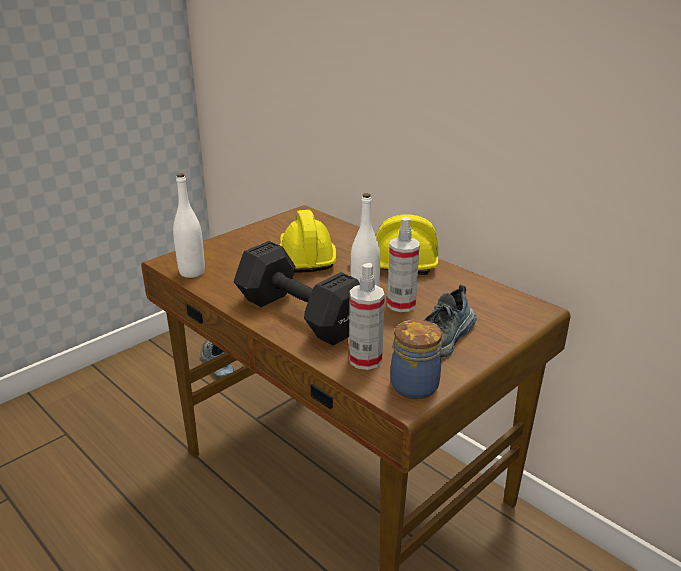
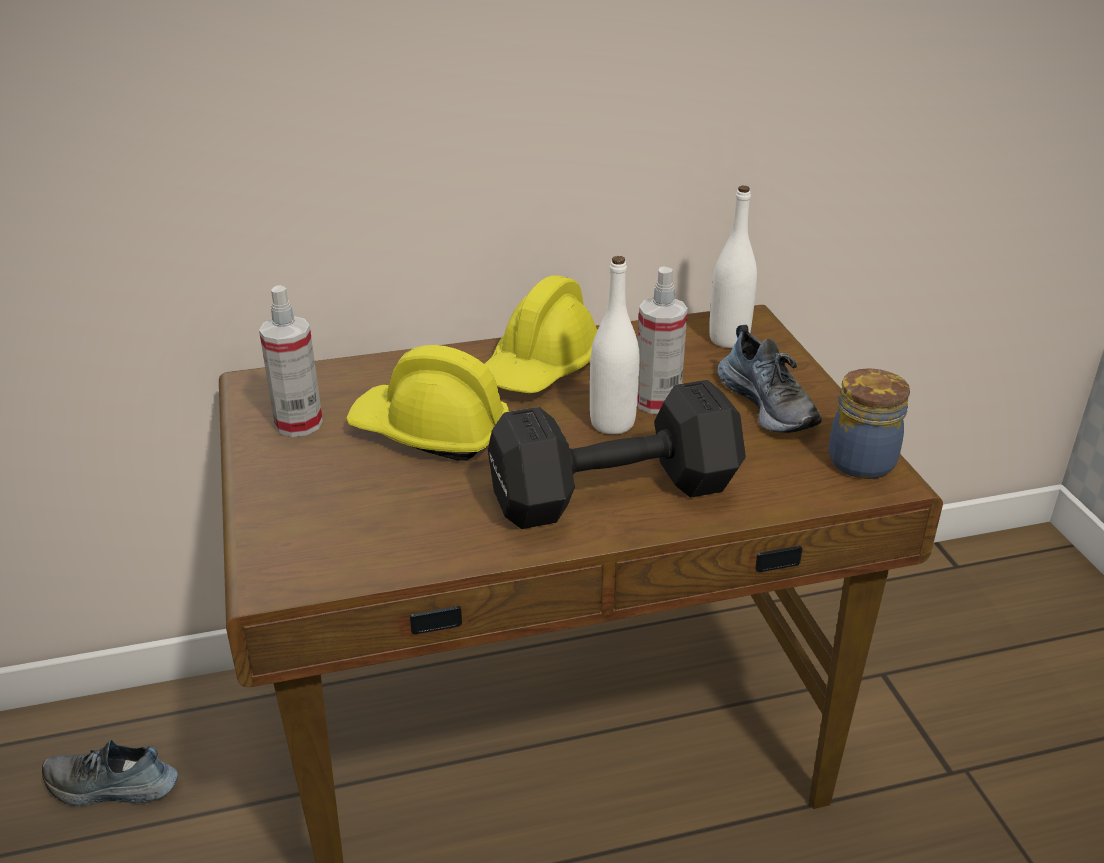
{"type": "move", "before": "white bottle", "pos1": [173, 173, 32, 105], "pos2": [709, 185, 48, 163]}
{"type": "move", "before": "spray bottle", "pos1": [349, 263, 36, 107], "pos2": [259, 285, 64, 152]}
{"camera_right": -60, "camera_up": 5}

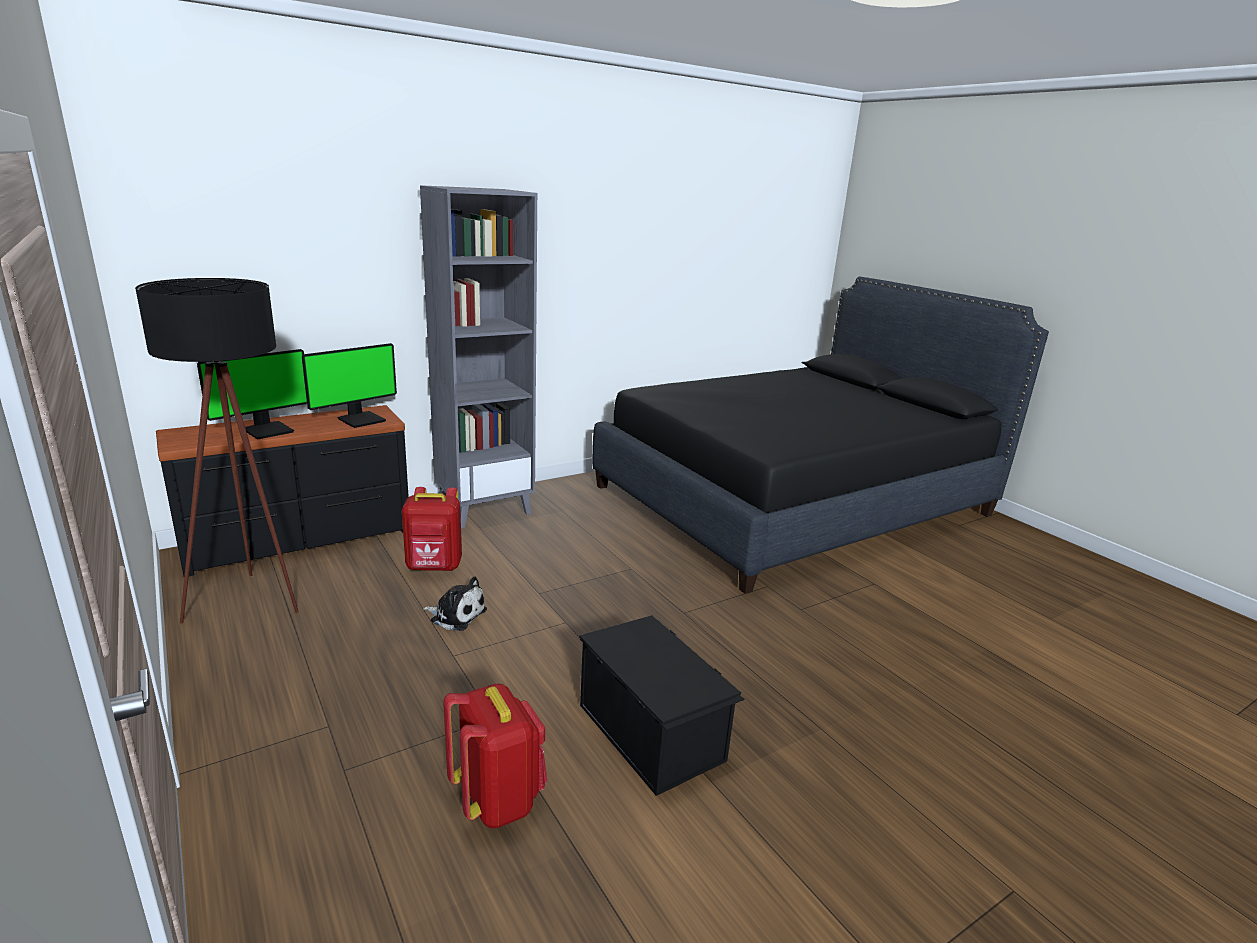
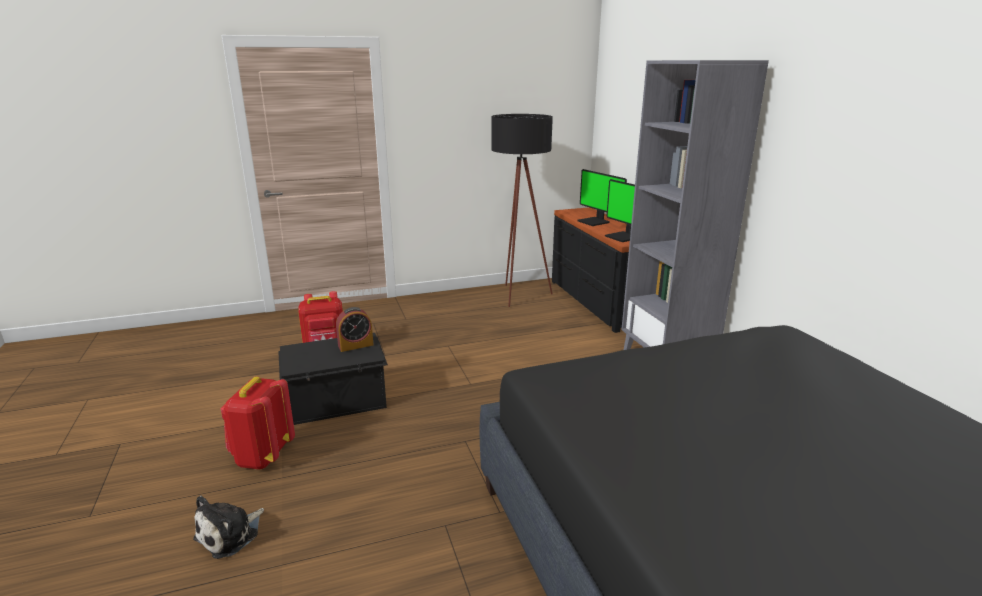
{"type": "insert", "after": "alarm clock", "pos2": [336, 307, 38, 45]}
{"type": "move", "before": "red backpack", "pos1": [402, 487, 60, 84], "pos2": [220, 377, 75, 93]}
{"type": "move", "before": "plush toy", "pos1": [423, 576, 64, 55], "pos2": [193, 496, 71, 63]}
{"camera_right": 105, "camera_up": 0}

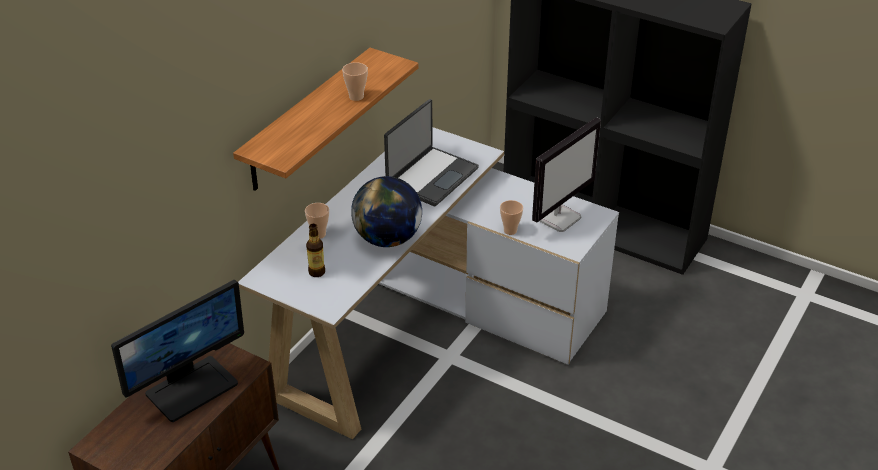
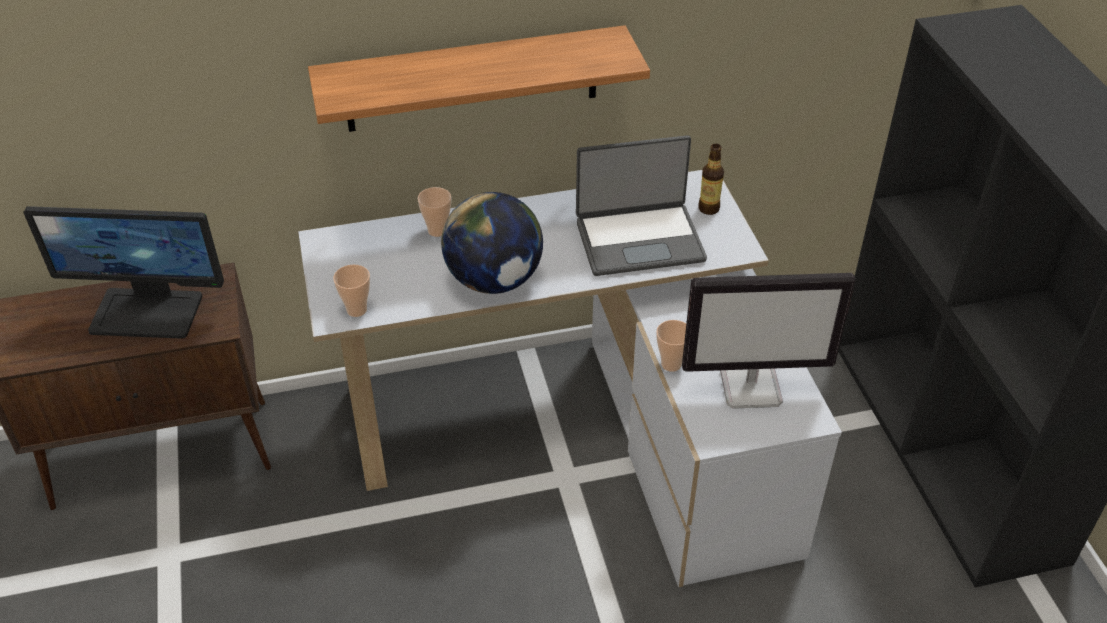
{"type": "move", "before": "bottle", "pos1": [306, 224, 19, 53], "pos2": [698, 144, 26, 71]}
{"type": "move", "before": "cup", "pos1": [342, 62, 26, 39], "pos2": [333, 264, 37, 53]}
{"camera_right": 45, "camera_up": 5}

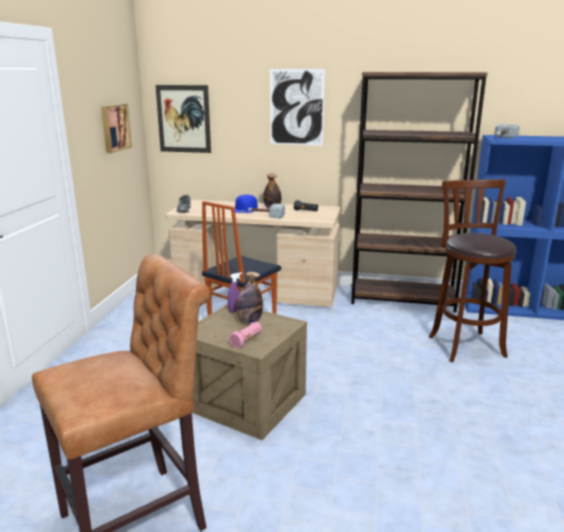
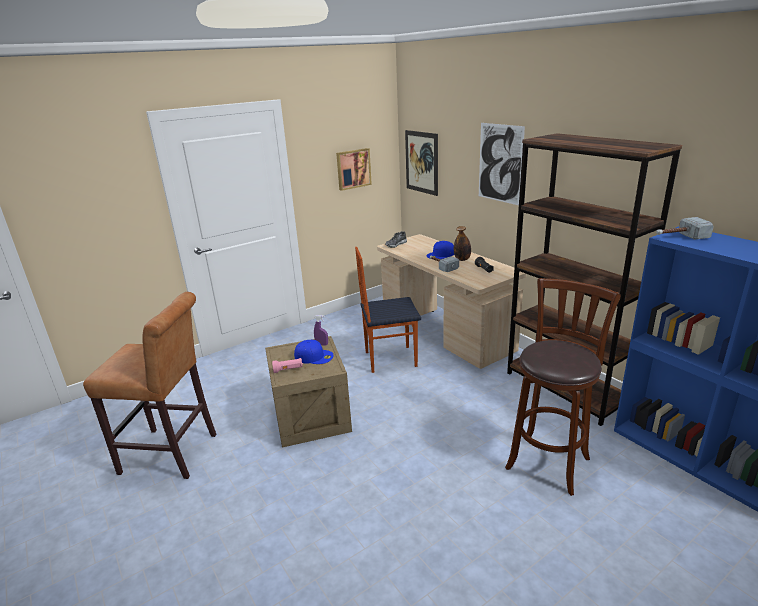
{"type": "replace", "before": "bottle", "after": "blue cap", "pos1": [237, 272, 26, 52], "pos2": [294, 339, 40, 25]}
{"camera_right": 45, "camera_up": 5}

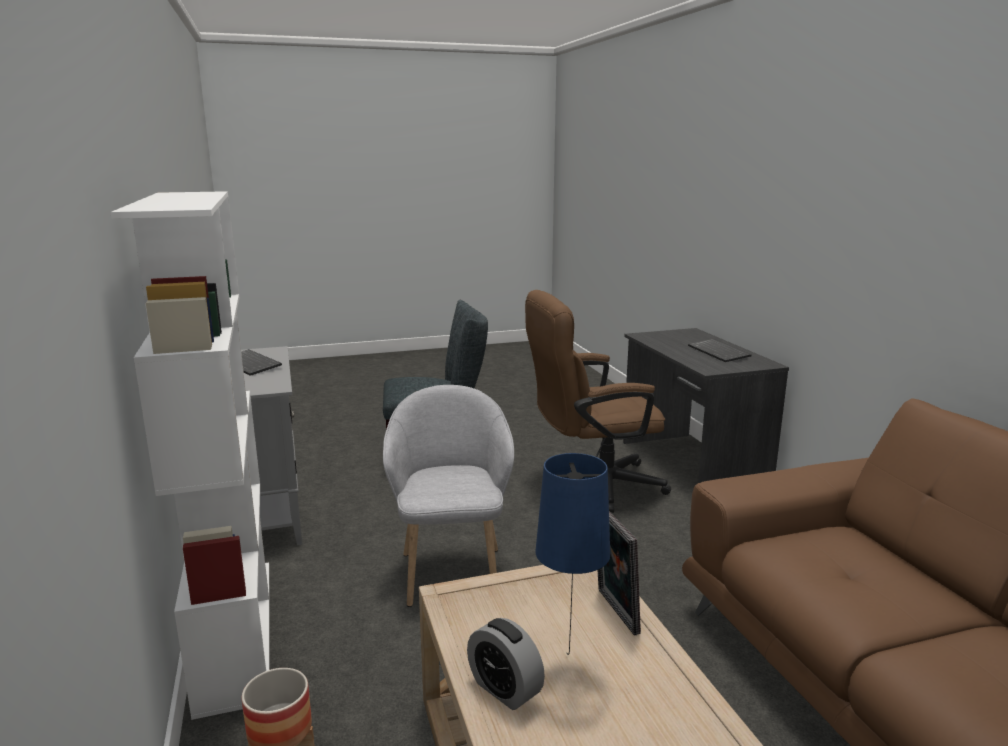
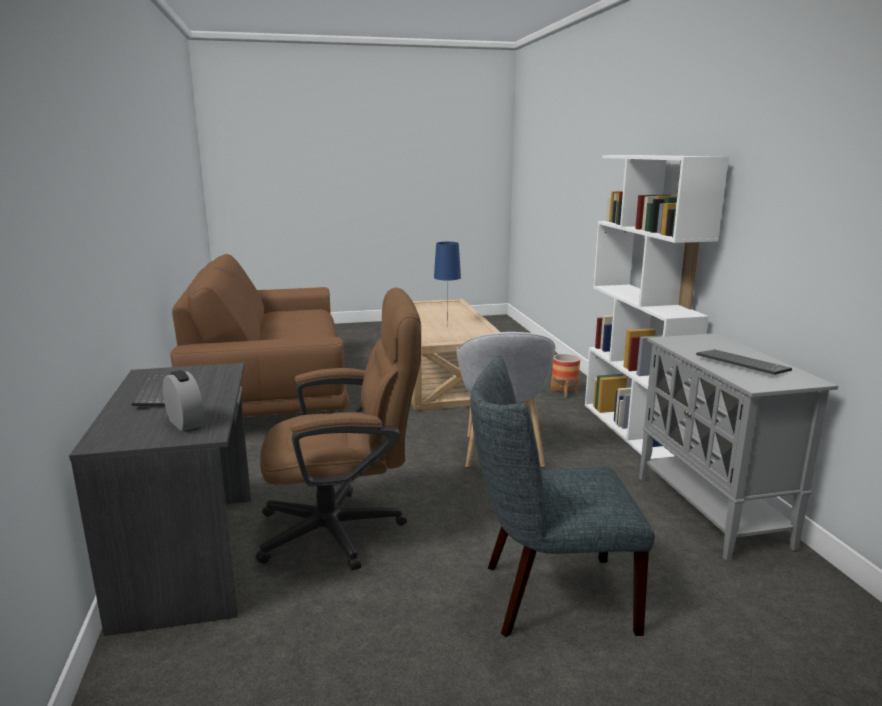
{"type": "delete", "before": "picture frame", "pos1": [597, 511, 44, 124]}
{"type": "move", "before": "alarm clock", "pos1": [467, 618, 78, 92], "pos2": [163, 370, 41, 61]}
{"camera_right": -175, "camera_up": 0}

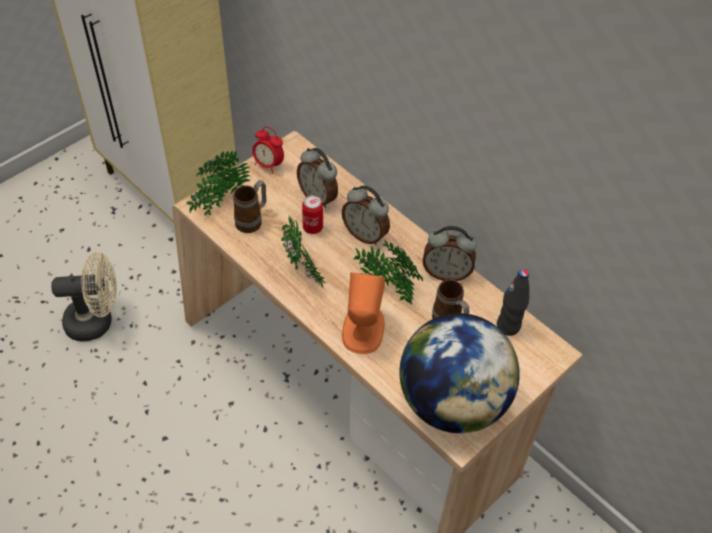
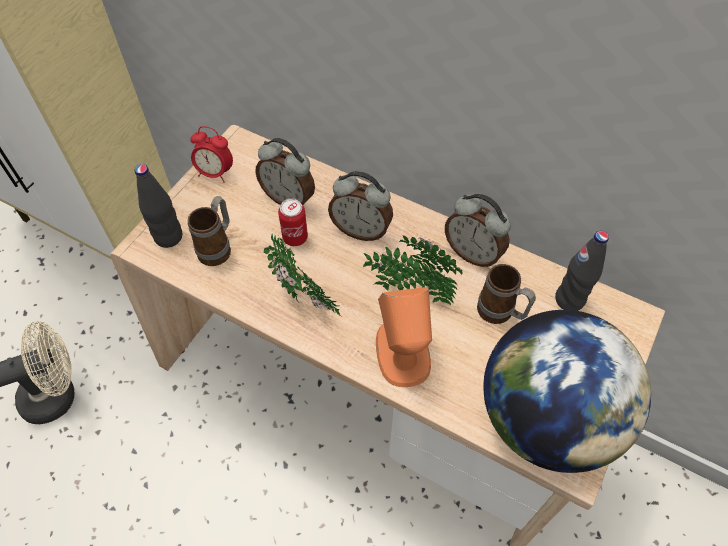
{"type": "replace", "before": "potted plant", "after": "black bottle", "pos1": [187, 151, 63, 64], "pos2": [135, 164, 47, 84]}
{"type": "rotate", "before": "alarm clock", "pos1": [423, 226, 53, 55], "pos2": [445, 194, 66, 73], "turn": 45}
{"camera_right": -15, "camera_up": 5}

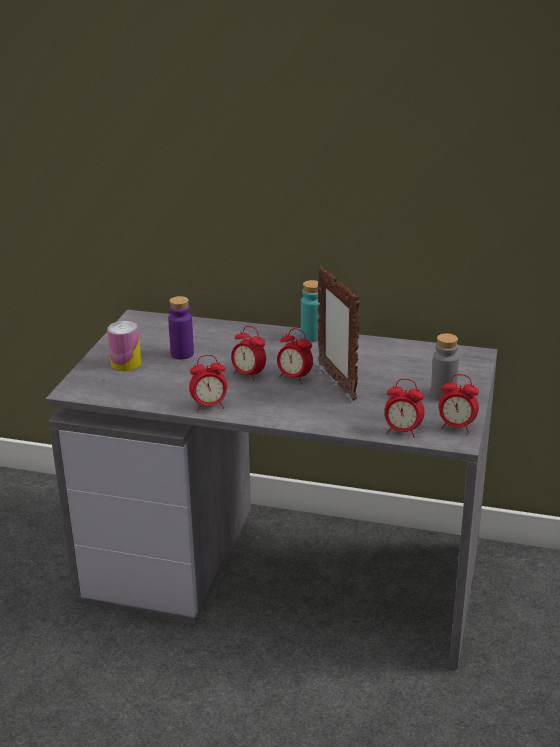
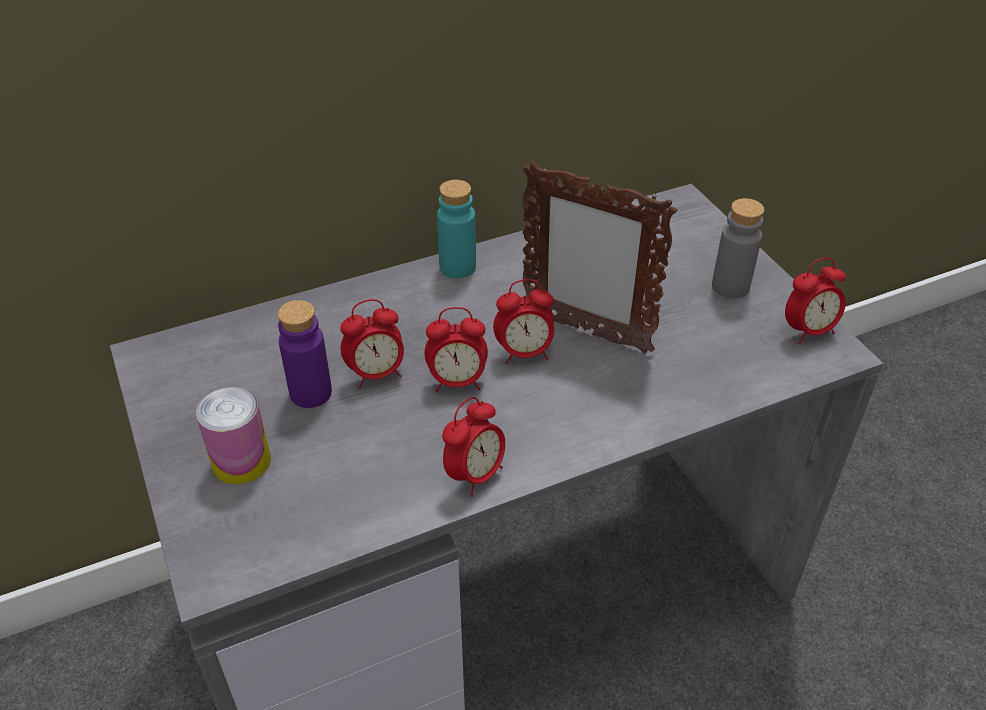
{"type": "move", "before": "alarm clock", "pos1": [385, 379, 40, 59], "pos2": [340, 299, 64, 90]}
{"camera_right": -40, "camera_up": 15}

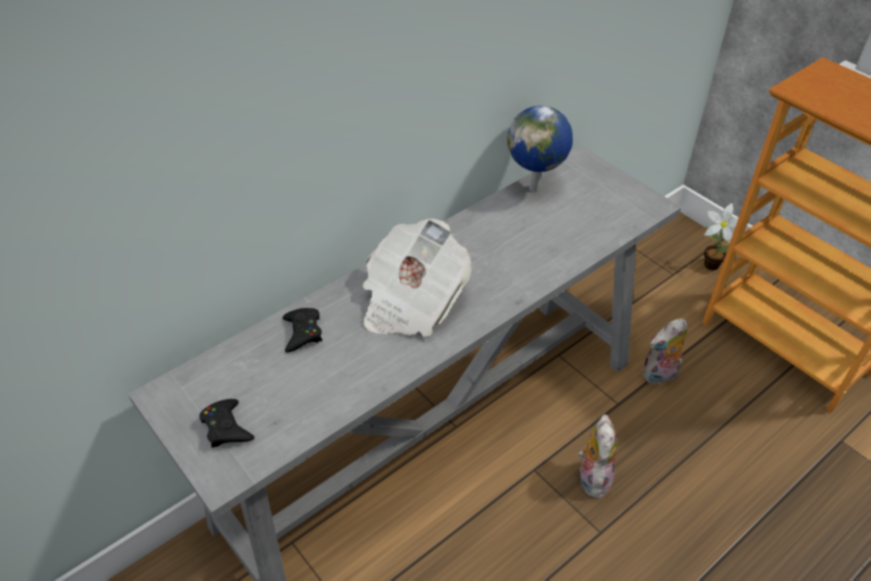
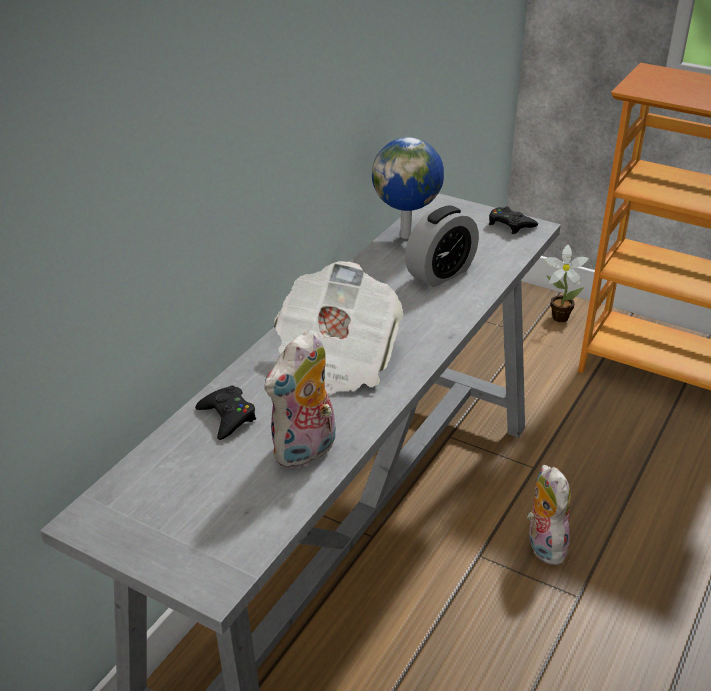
{"type": "insert", "after": "alarm clock", "pos2": [405, 205, 74, 82]}
{"type": "move", "before": "black game controller", "pos1": [199, 399, 55, 49], "pos2": [489, 206, 49, 28]}
{"type": "move", "before": "plush toy", "pos1": [642, 318, 45, 67], "pos2": [264, 330, 72, 139]}
{"camera_right": -20, "camera_up": -10}

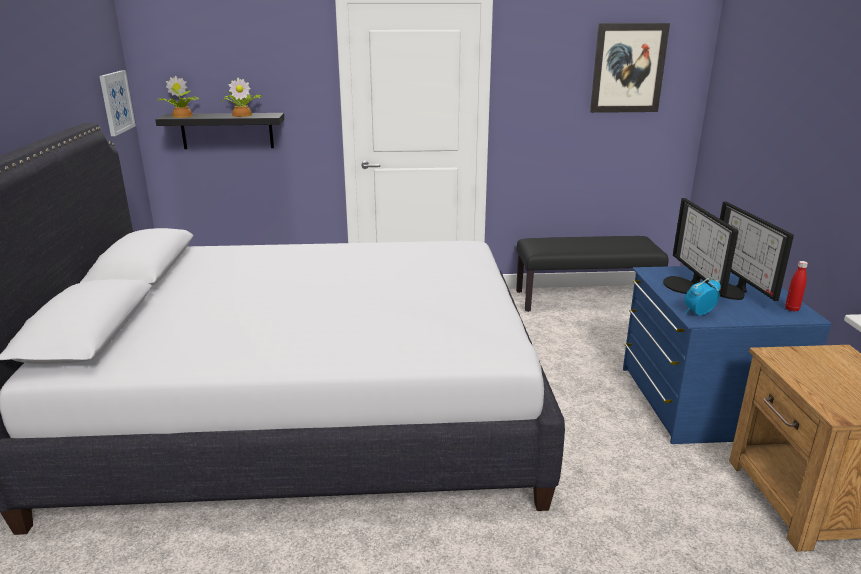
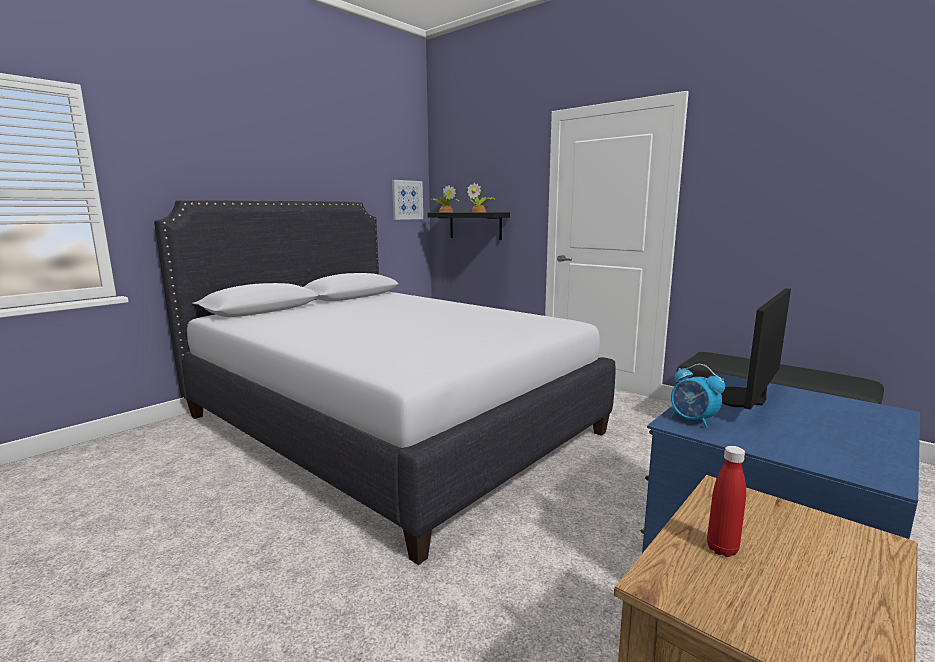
{"type": "delete", "before": "picture", "pos1": [590, 23, 80, 90]}
{"type": "delete", "before": "monitor", "pos1": [720, 201, 74, 100]}
{"type": "move", "before": "red bottle", "pos1": [785, 261, 23, 51], "pos2": [707, 446, 39, 111]}
{"type": "rotate", "before": "alarm clock", "pos1": [684, 277, 37, 38], "pos2": [671, 364, 54, 64], "turn": -150}
{"camera_right": 45, "camera_up": -10}

